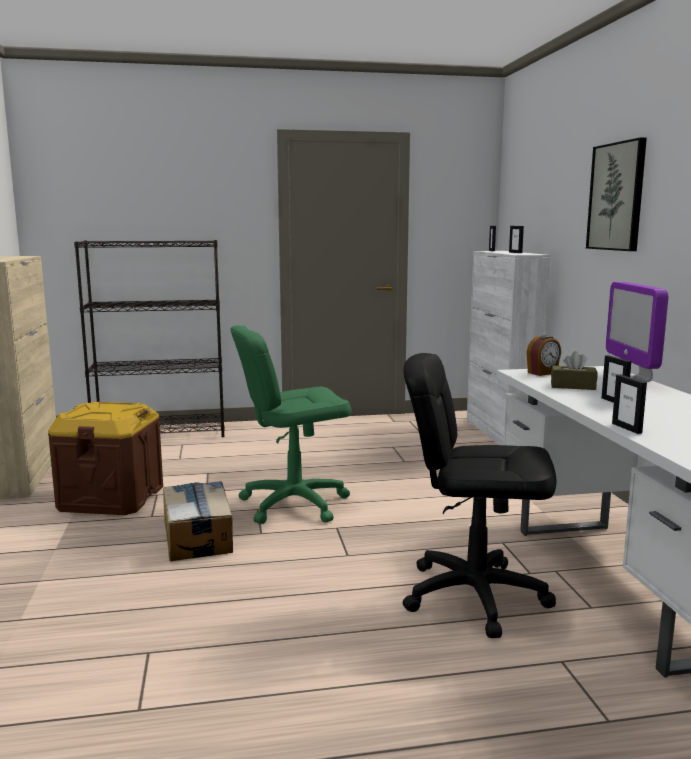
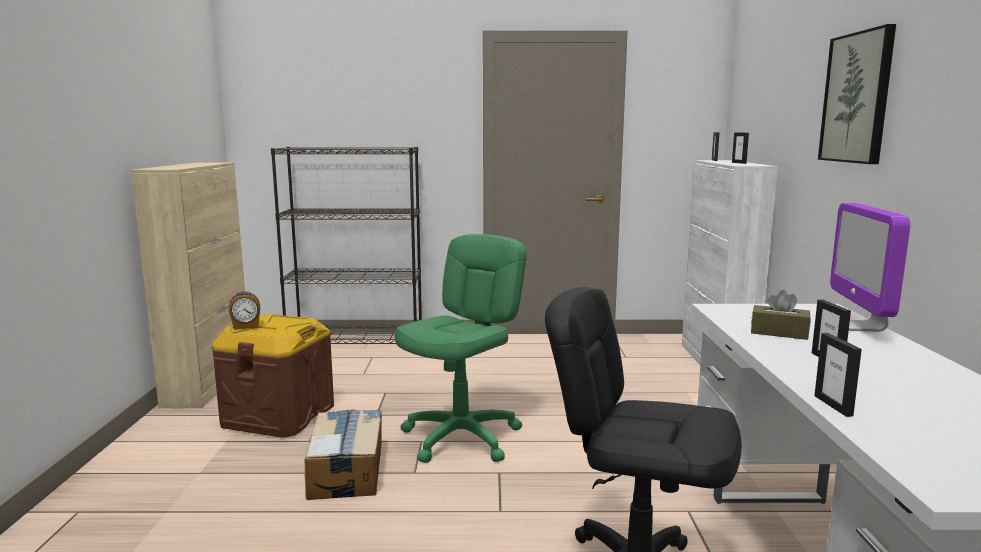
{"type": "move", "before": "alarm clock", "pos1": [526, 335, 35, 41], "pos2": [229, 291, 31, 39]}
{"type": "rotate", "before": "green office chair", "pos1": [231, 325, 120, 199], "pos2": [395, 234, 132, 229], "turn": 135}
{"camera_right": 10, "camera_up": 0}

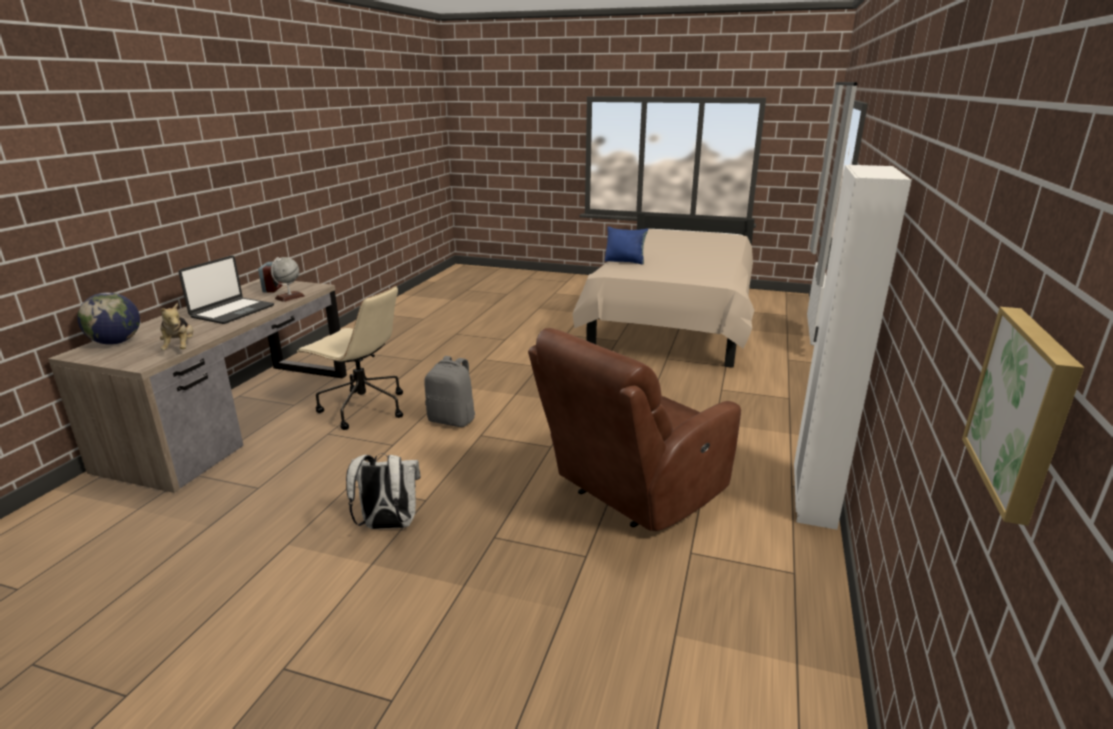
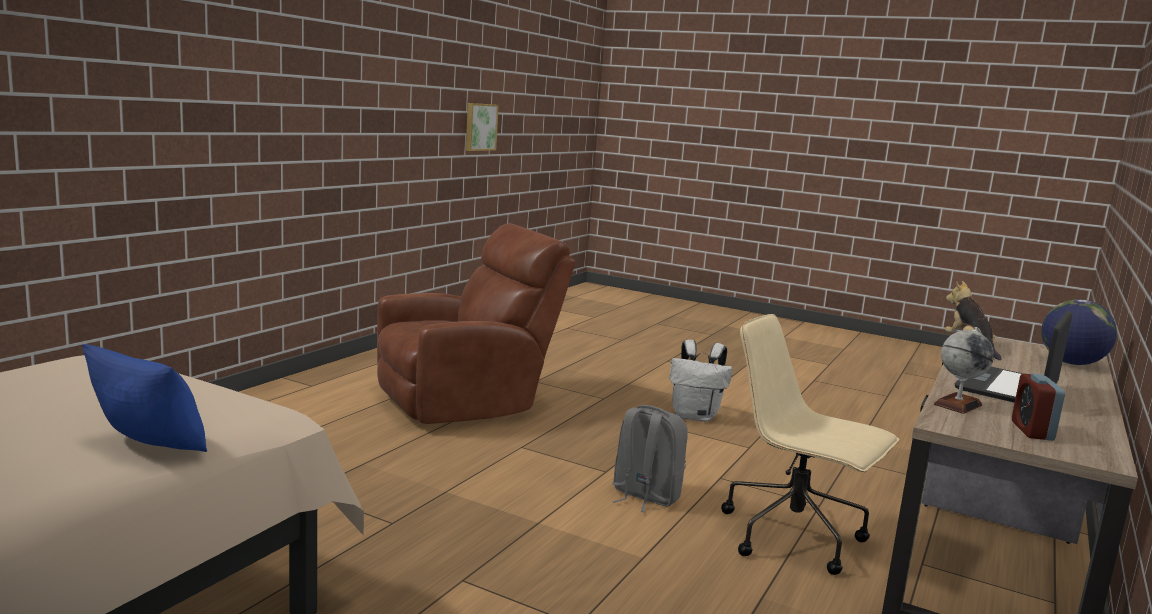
{"type": "delete", "before": "white wardrobe", "pos1": [794, 165, 117, 365]}
{"camera_right": -170, "camera_up": -10}

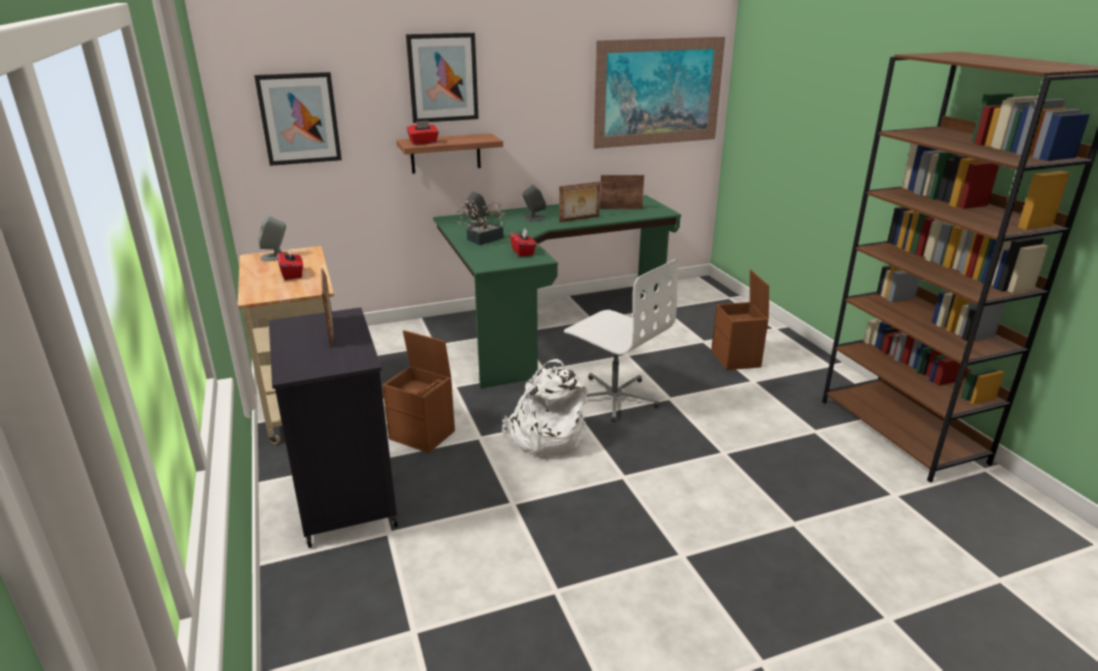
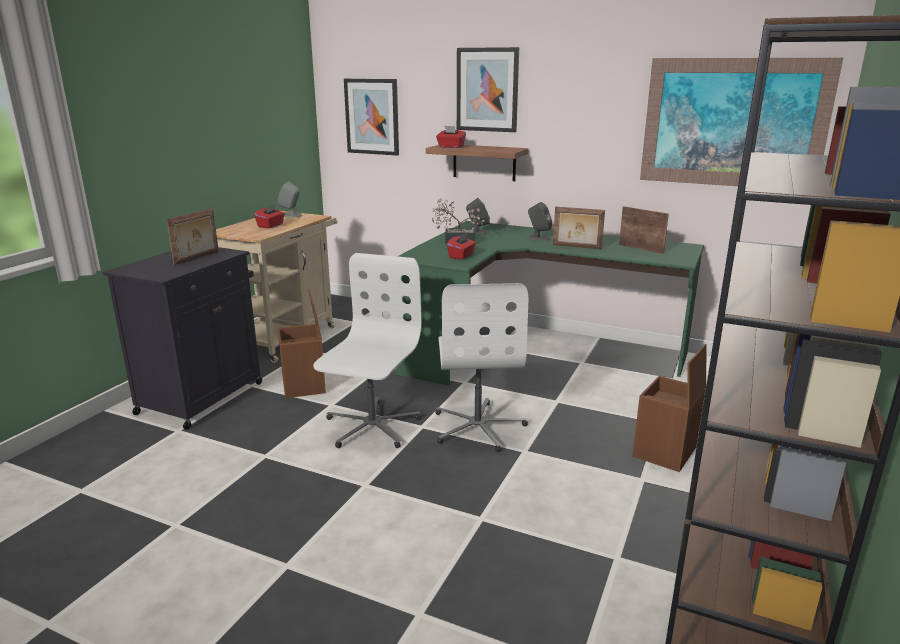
{"type": "replace", "before": "white backpack", "after": "white office chair", "pos1": [501, 359, 87, 97], "pos2": [313, 253, 109, 195]}
{"camera_right": 45, "camera_up": -5}

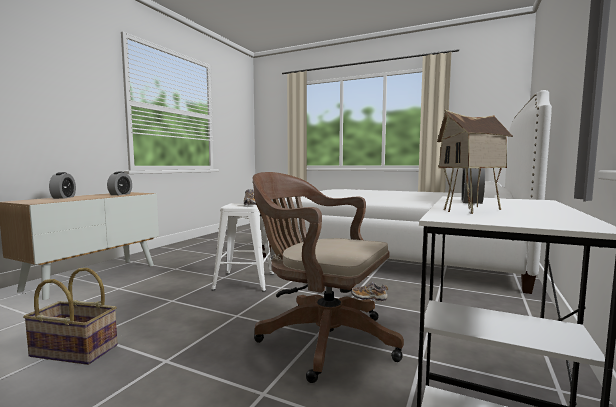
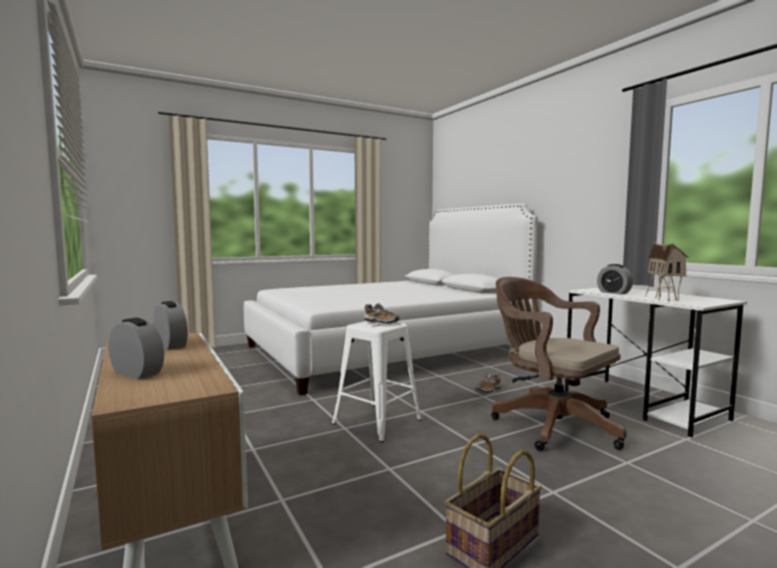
{"type": "rotate", "before": "brown office chair", "pos1": [253, 172, 151, 211], "pos2": [491, 277, 136, 174], "turn": 75}
{"camera_right": -55, "camera_up": 0}

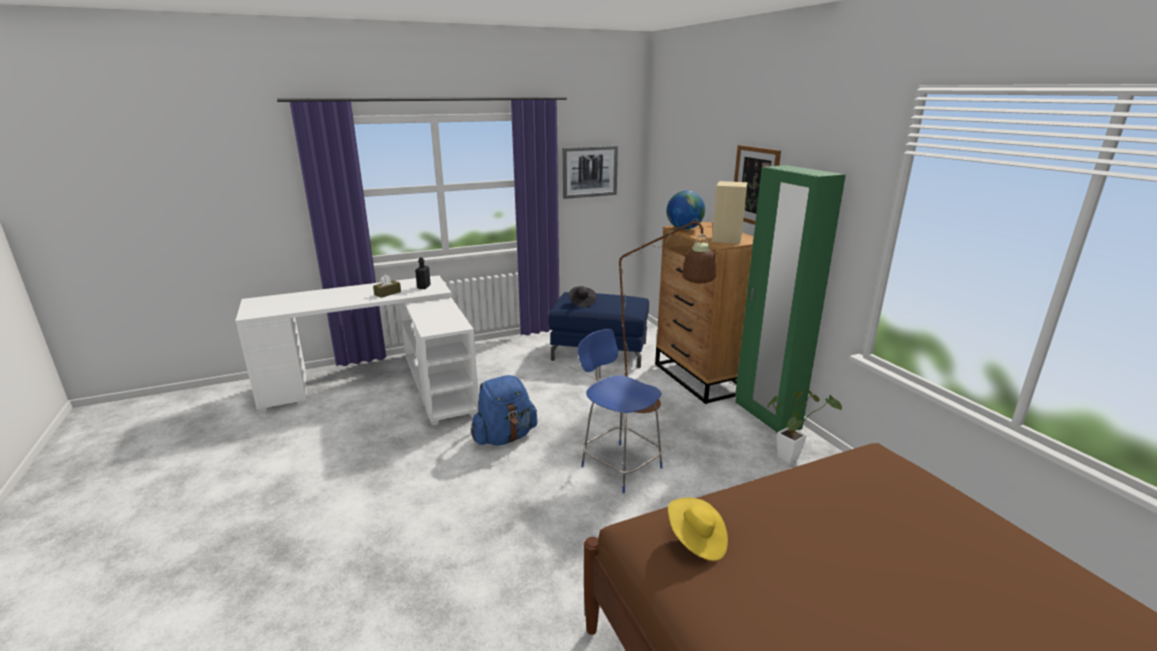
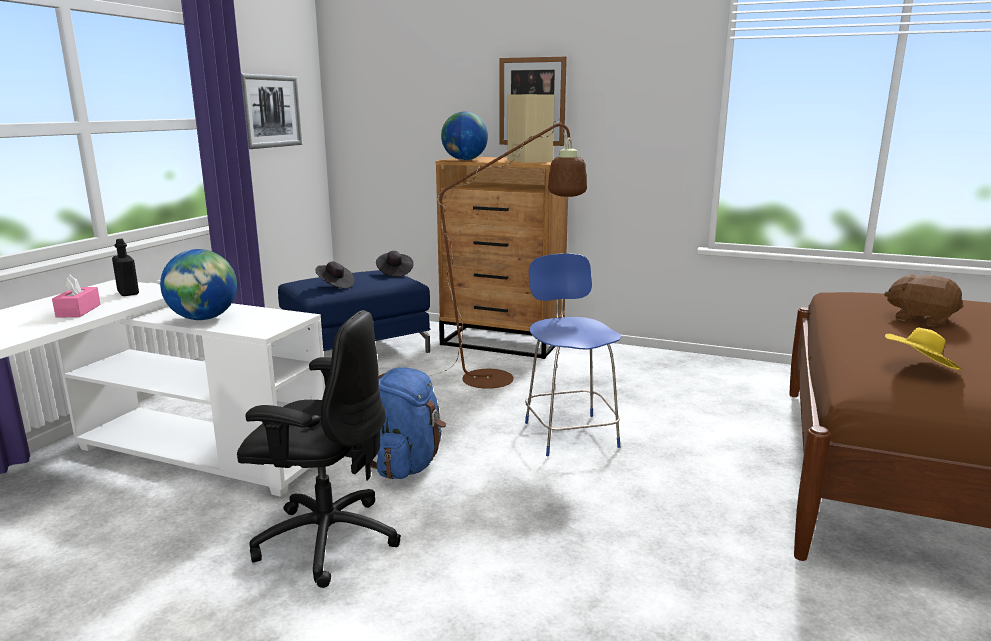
{"type": "delete", "before": "green wardrobe", "pos1": [735, 165, 111, 268]}
{"type": "delete", "before": "potted plant", "pos1": [767, 390, 75, 74]}
{"type": "insert", "after": "globe", "pos2": [160, 249, 77, 71]}
{"type": "insert", "after": "black office chair", "pos2": [237, 310, 164, 278]}
{"type": "insert", "after": "black hat", "pos2": [376, 251, 38, 26]}
{"type": "insert", "after": "brown plush toy", "pos2": [884, 274, 79, 53]}
{"type": "recolor", "before": "brown tissue box", "after": "pink tissue box", "pos1": [373, 274, 28, 24], "pos2": [52, 274, 49, 44]}
{"type": "rotate", "before": "blue chair", "pos1": [578, 329, 85, 164], "pos2": [525, 253, 96, 203], "turn": 75}
{"camera_right": -45, "camera_up": -5}

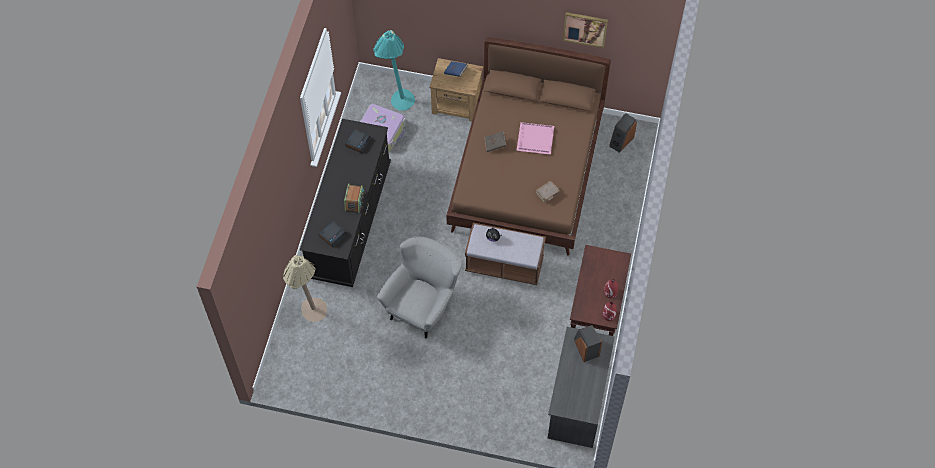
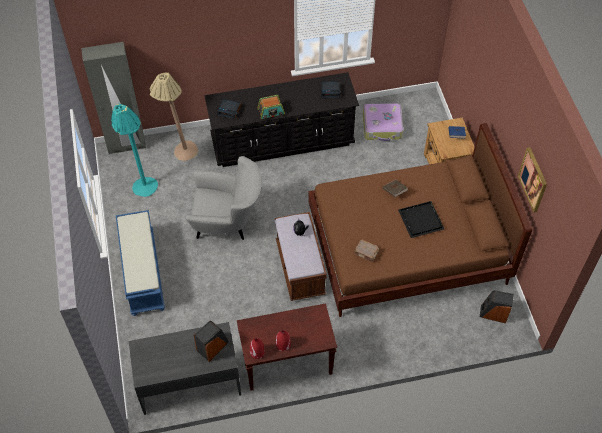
{"type": "insert", "after": "grey wardrobe", "pos2": [81, 42, 65, 112]}
{"type": "insert", "after": "blue bench", "pos2": [116, 210, 49, 106]}
{"type": "move", "before": "turquoise floor lamp", "pos1": [373, 30, 42, 81], "pos2": [111, 104, 47, 93]}
{"type": "recolor", "before": "pink tray", "after": "black tray", "pos1": [517, 122, 37, 33], "pos2": [398, 201, 46, 37]}
{"camera_right": 65, "camera_up": -5}

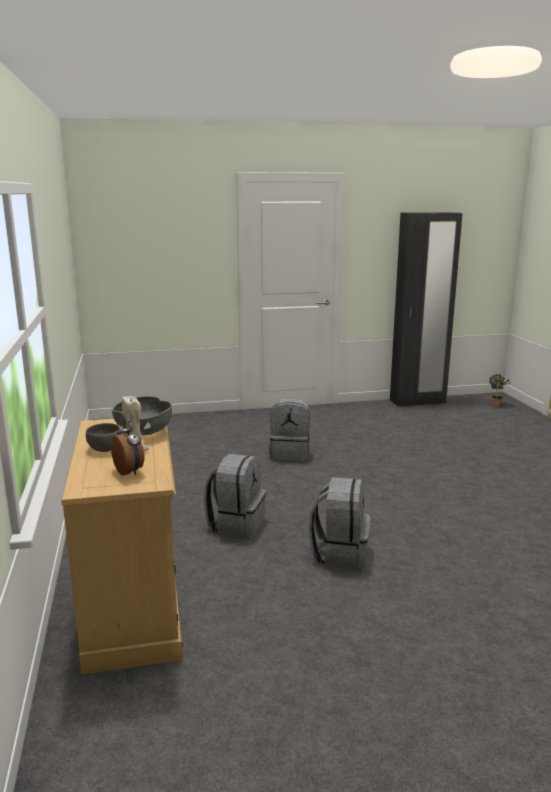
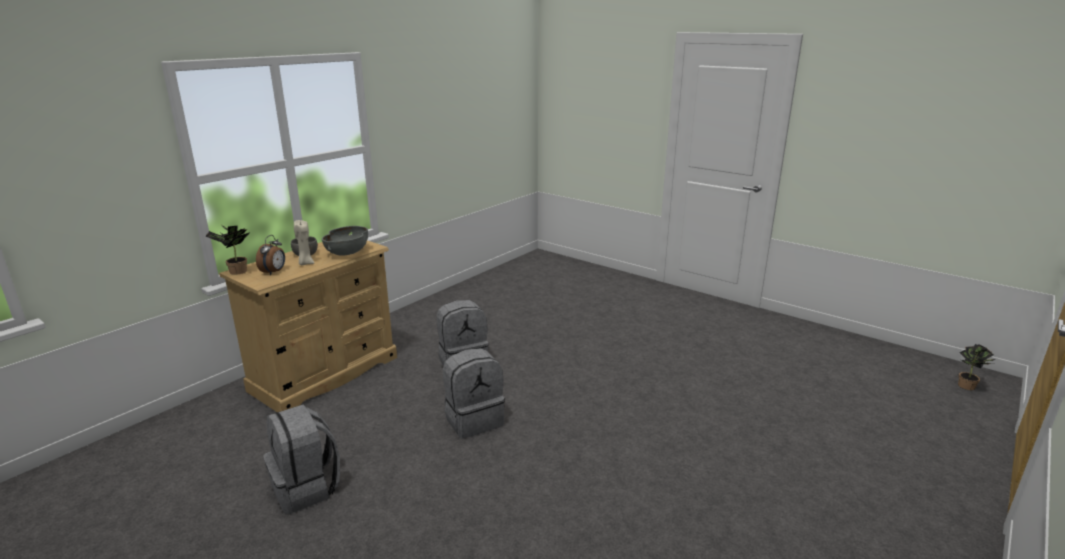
{"type": "delete", "before": "black wardrobe", "pos1": [390, 212, 73, 195]}
{"type": "insert", "after": "potted plant", "pos2": [206, 225, 44, 50]}
{"type": "move", "before": "grey backpack", "pos1": [269, 397, 41, 64], "pos2": [263, 404, 77, 110]}
{"camera_right": 50, "camera_up": 5}

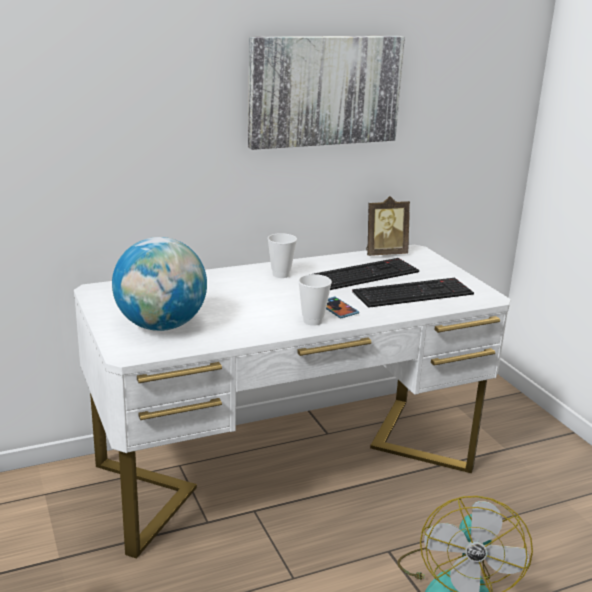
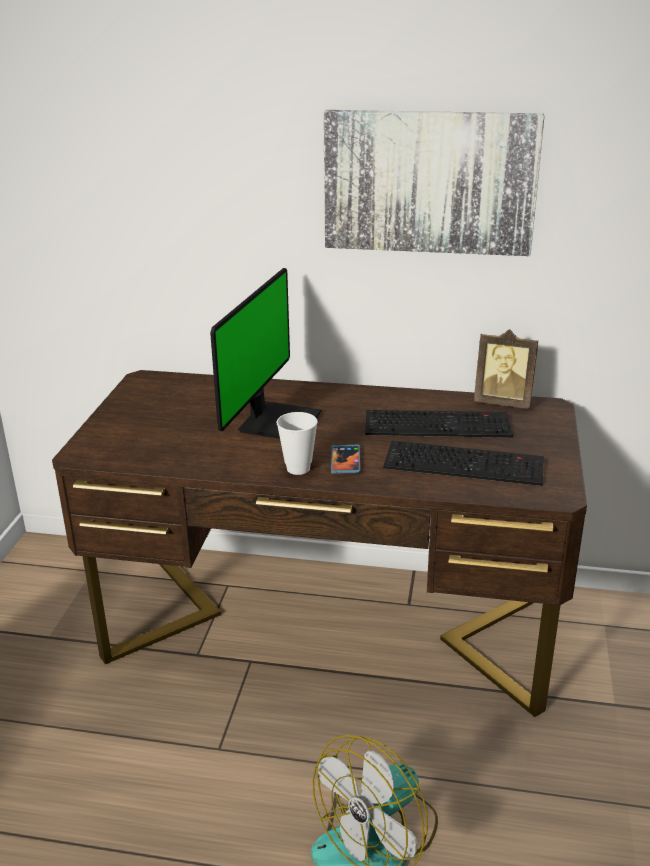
{"type": "delete", "before": "globe", "pos1": [112, 237, 95, 94]}
{"type": "delete", "before": "cup", "pos1": [268, 233, 29, 45]}
{"type": "insert", "after": "monitor", "pos2": [210, 268, 111, 171]}
{"type": "recolor", "before": "white desk", "after": "brown desk", "pos1": [74, 245, 436, 313], "pos2": [52, 370, 535, 347]}
{"camera_right": 35, "camera_up": 5}

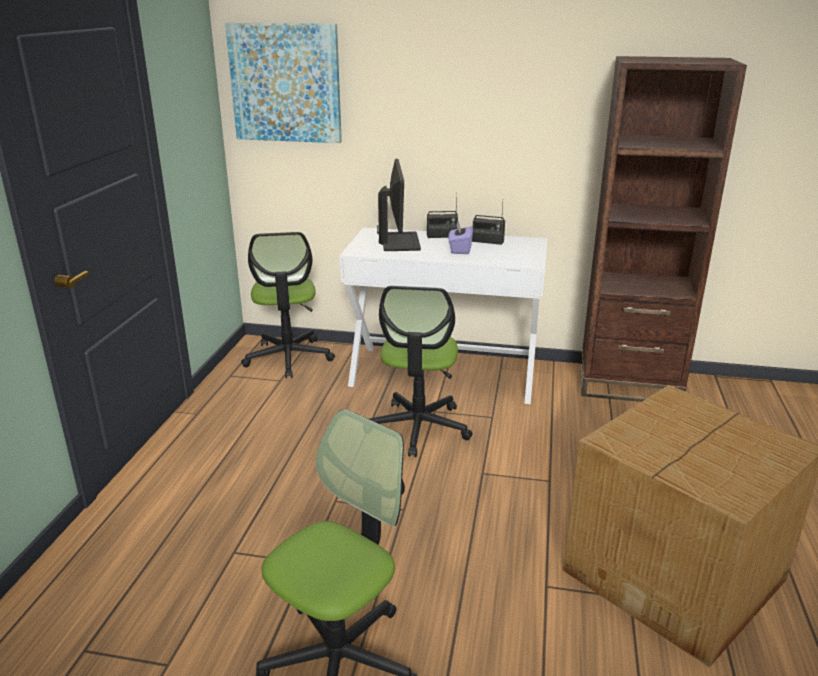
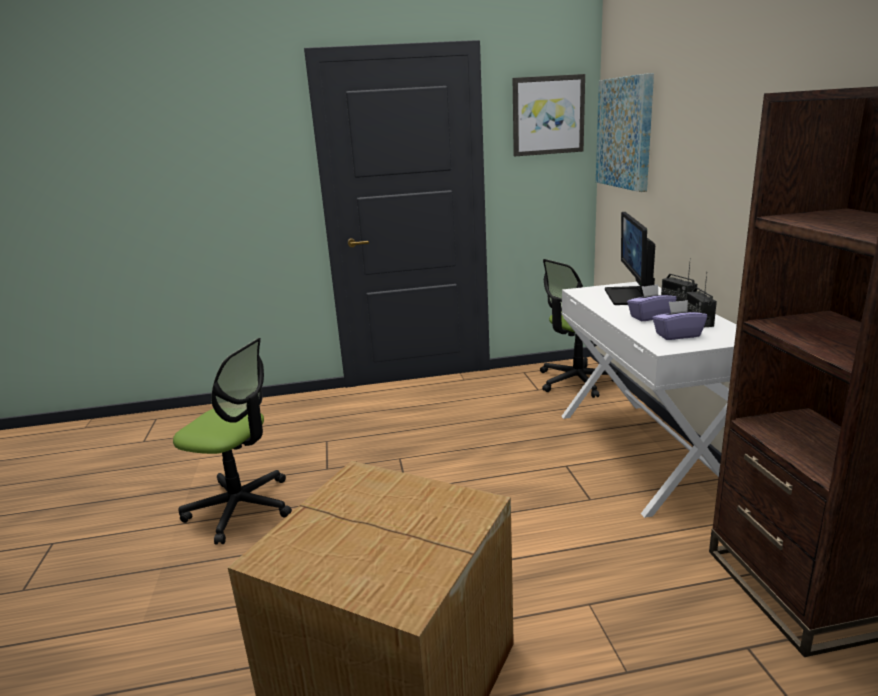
{"type": "delete", "before": "office chair", "pos1": [369, 286, 104, 171]}
{"type": "insert", "after": "picture", "pos2": [513, 74, 72, 82]}
{"type": "insert", "after": "purple tissue box", "pos2": [652, 300, 55, 40]}
{"type": "rotate", "before": "monitor", "pos1": [377, 159, 44, 92], "pos2": [605, 212, 50, 93], "turn": 120}
{"camera_right": 70, "camera_up": -5}

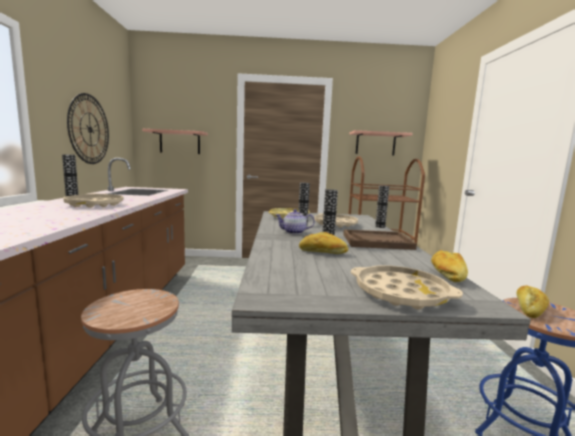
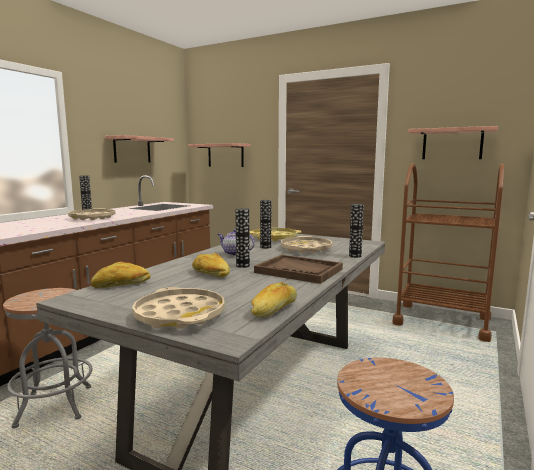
{"type": "move", "before": "bread", "pos1": [516, 285, 33, 33], "pos2": [91, 262, 60, 26]}
{"type": "replace", "before": "wall clock", "after": "shelf", "pos1": [67, 93, 42, 71], "pos2": [105, 135, 69, 28]}
{"camera_right": 30, "camera_up": 0}

